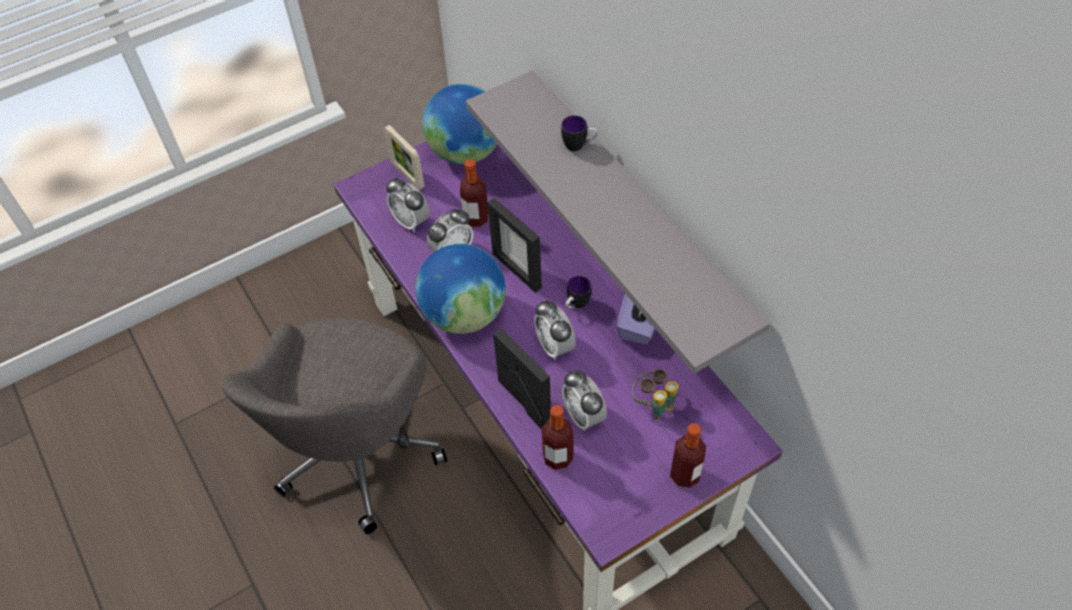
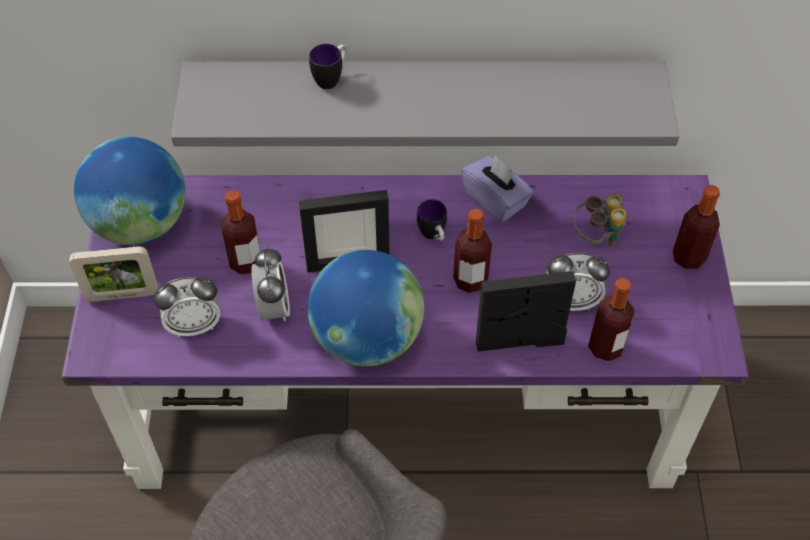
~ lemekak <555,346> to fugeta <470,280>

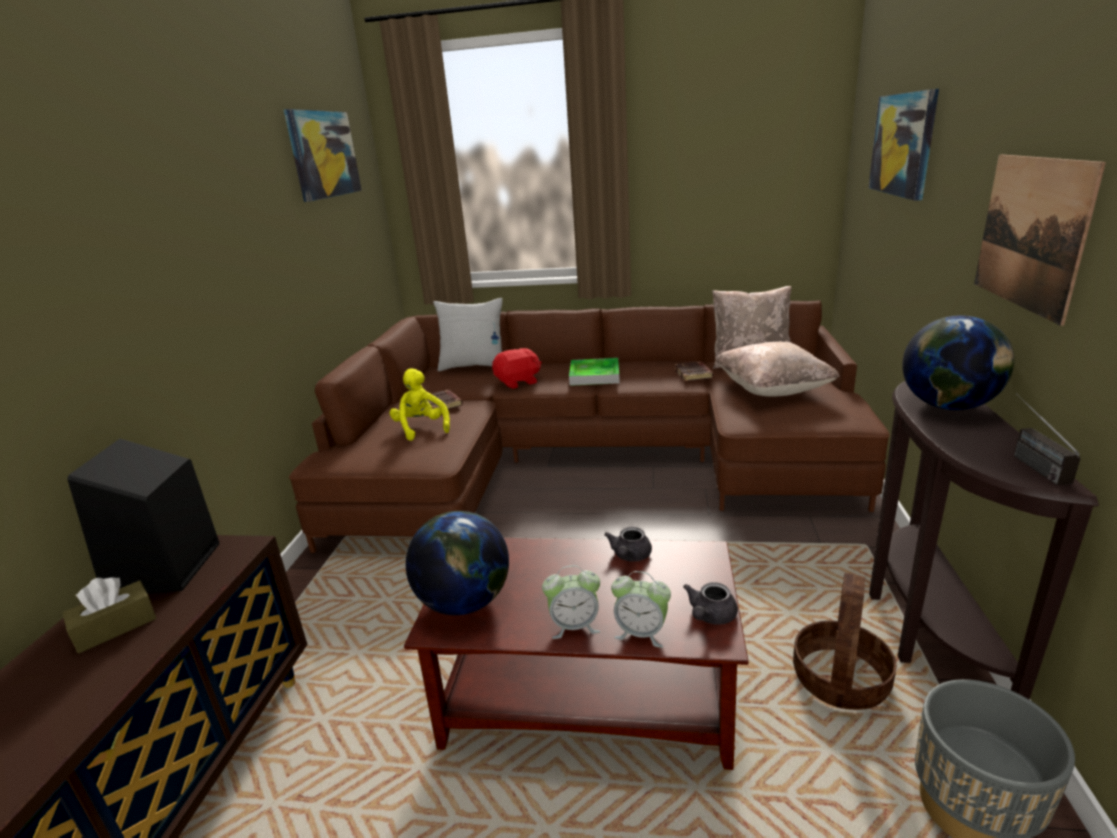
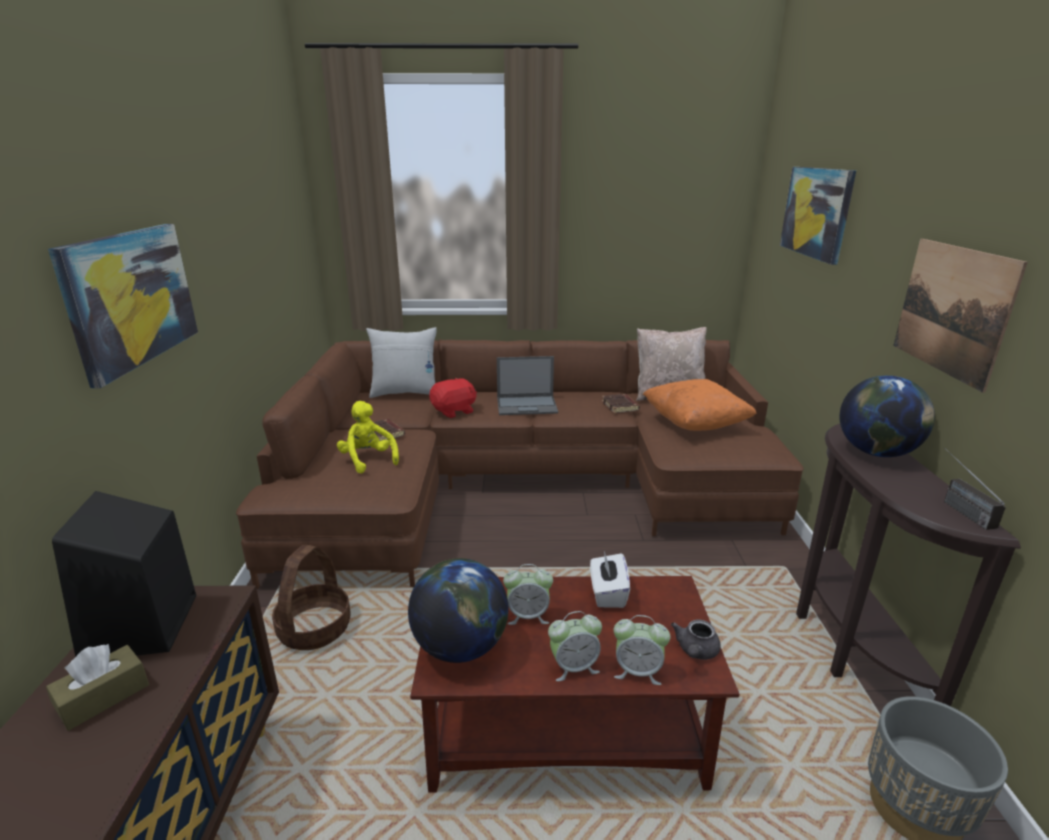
~ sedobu <323,154> to <131,298>
~ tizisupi <839,679> to <314,628>
~ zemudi <594,375> to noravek <527,405>
+ lemekak <528,616>
~ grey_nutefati <629,556> to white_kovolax <607,593>
~ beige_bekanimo <772,390> to orange_bekanimo <695,424>

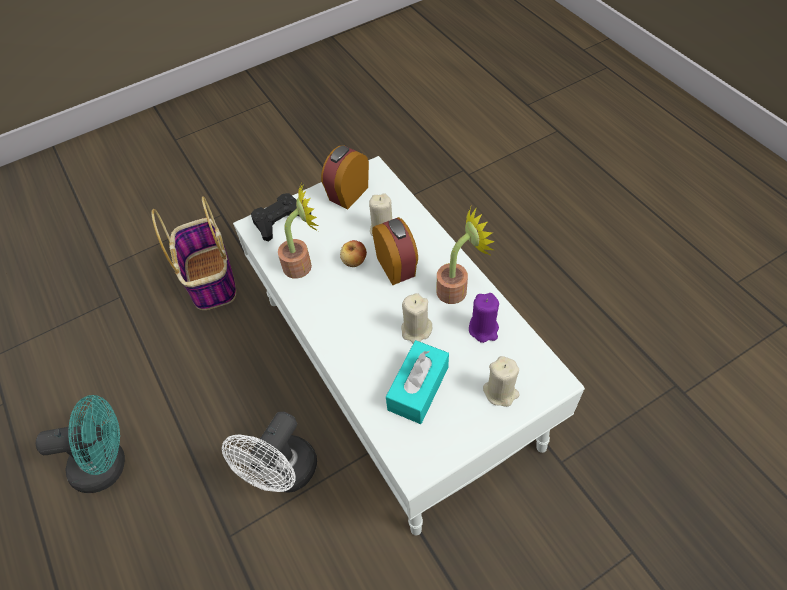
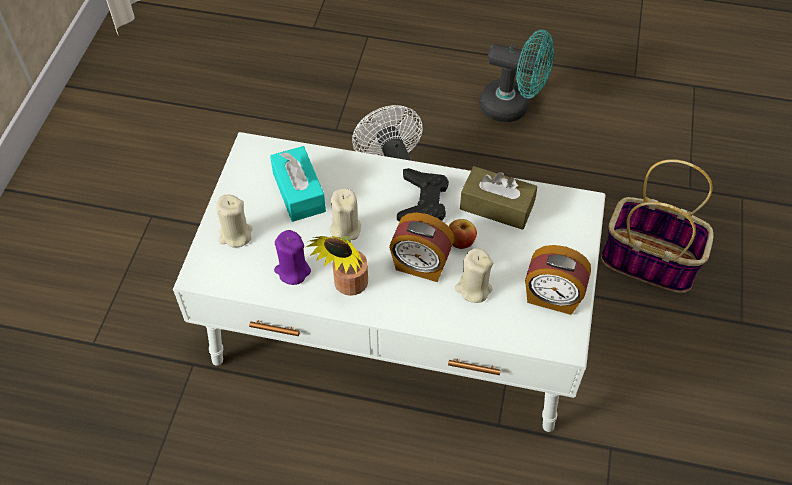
~ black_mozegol <280,220> to <423,202>
~ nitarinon <303,264> to brown_kovolax <496,206>
~ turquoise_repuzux <108,464> = <513,106> 105 degrees counterclockwise
~ lemekak <348,193> = <552,298> 120 degrees clockwise

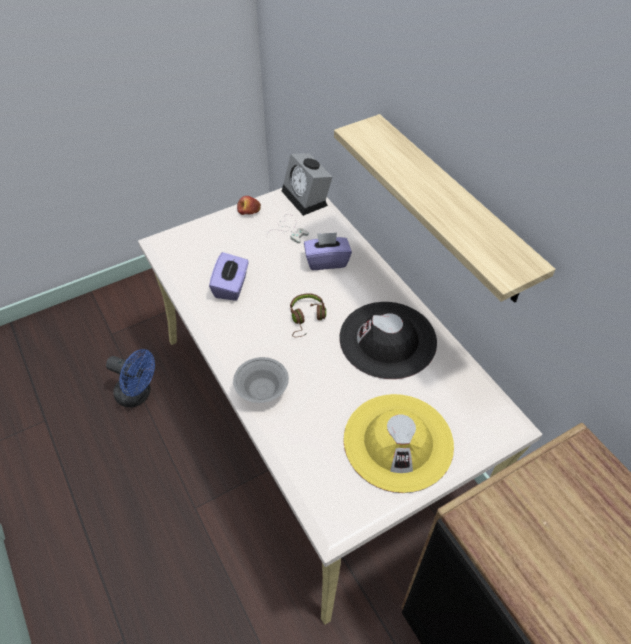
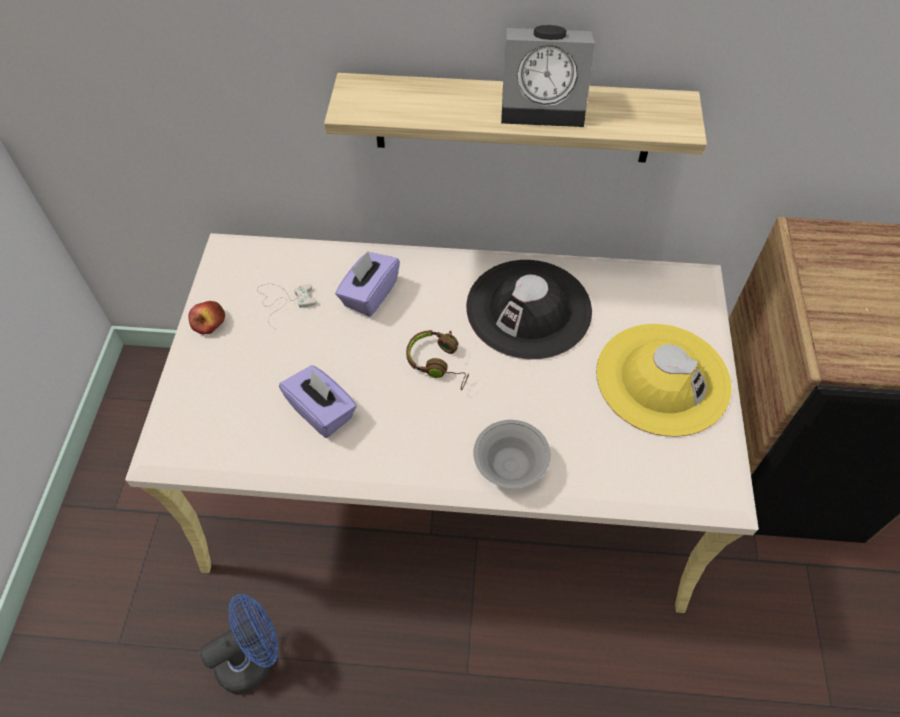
~ lemekak <307,198> to <545,104>

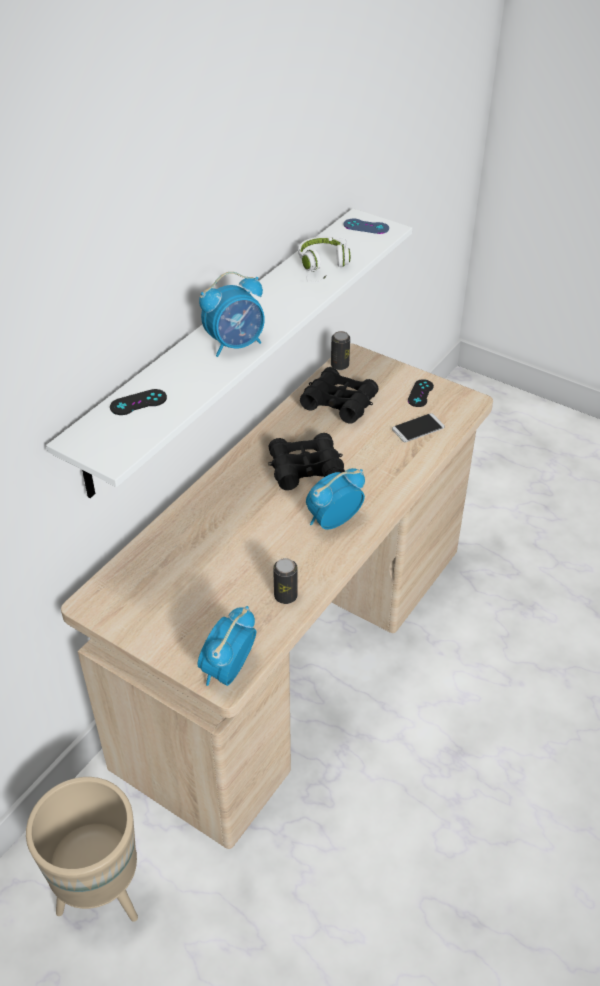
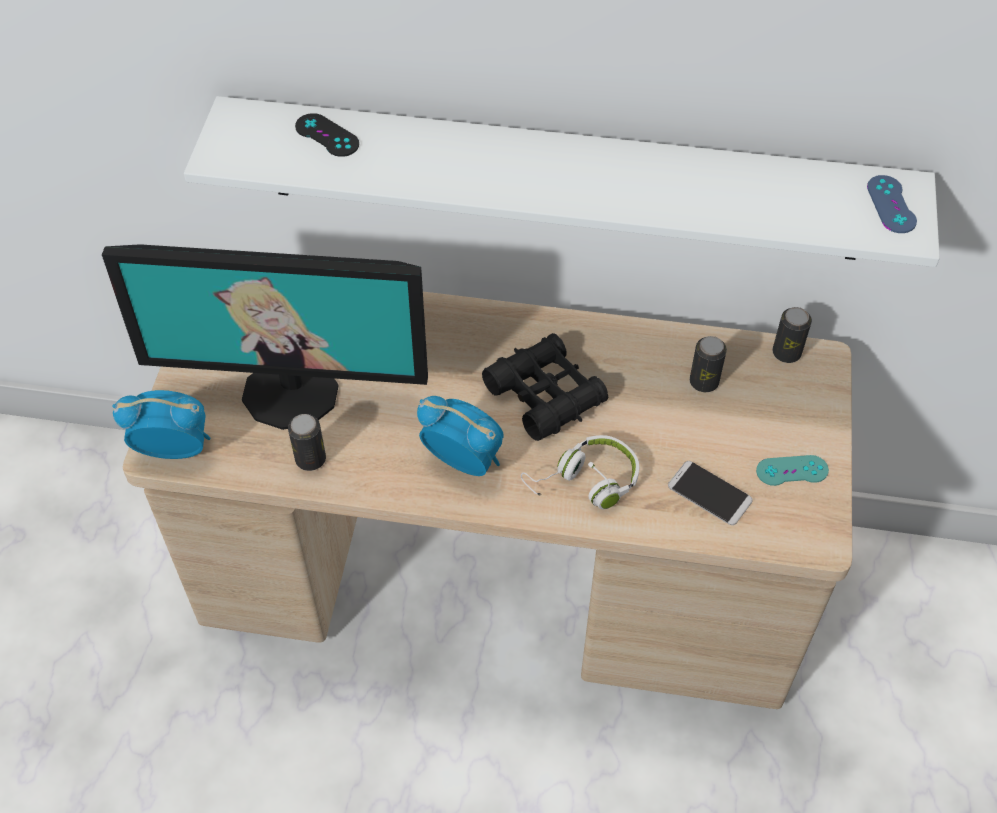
+ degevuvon <291,391>
~ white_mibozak <322,267> to <585,482>
~ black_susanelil <339,402> to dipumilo <704,382>
~ black_mozegol <420,393> to turquoise_mozegol <792,471>
- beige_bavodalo <100,893>
- lemekak <235,344>

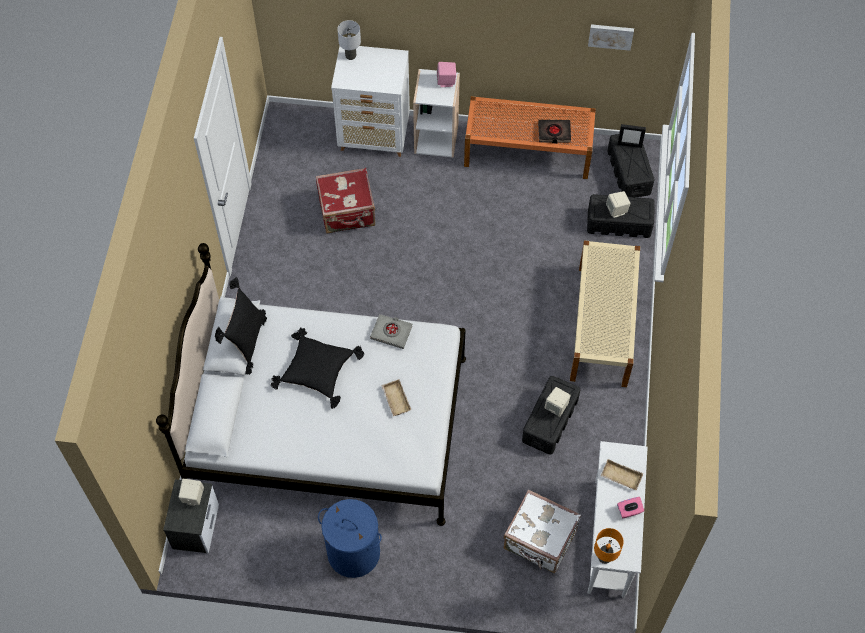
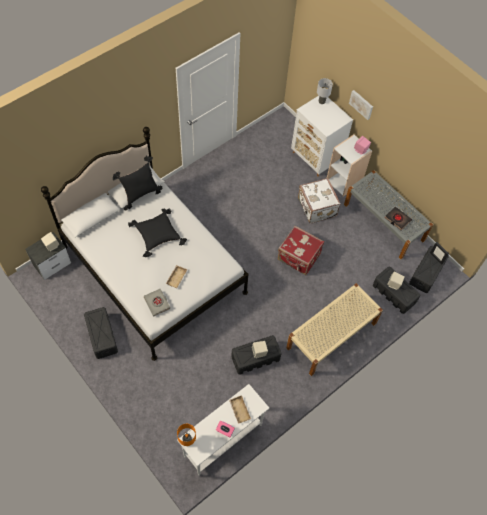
~ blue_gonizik <353,553> to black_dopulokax <102,336>
~ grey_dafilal <391,332> to <157,303>
~ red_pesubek <347,212> to <298,257>
~ white_pesubek <540,541> to <316,208>
~ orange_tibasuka <528,151> to grey_tibasuka <384,222>
~ sedobu <610,35> to <361,104>

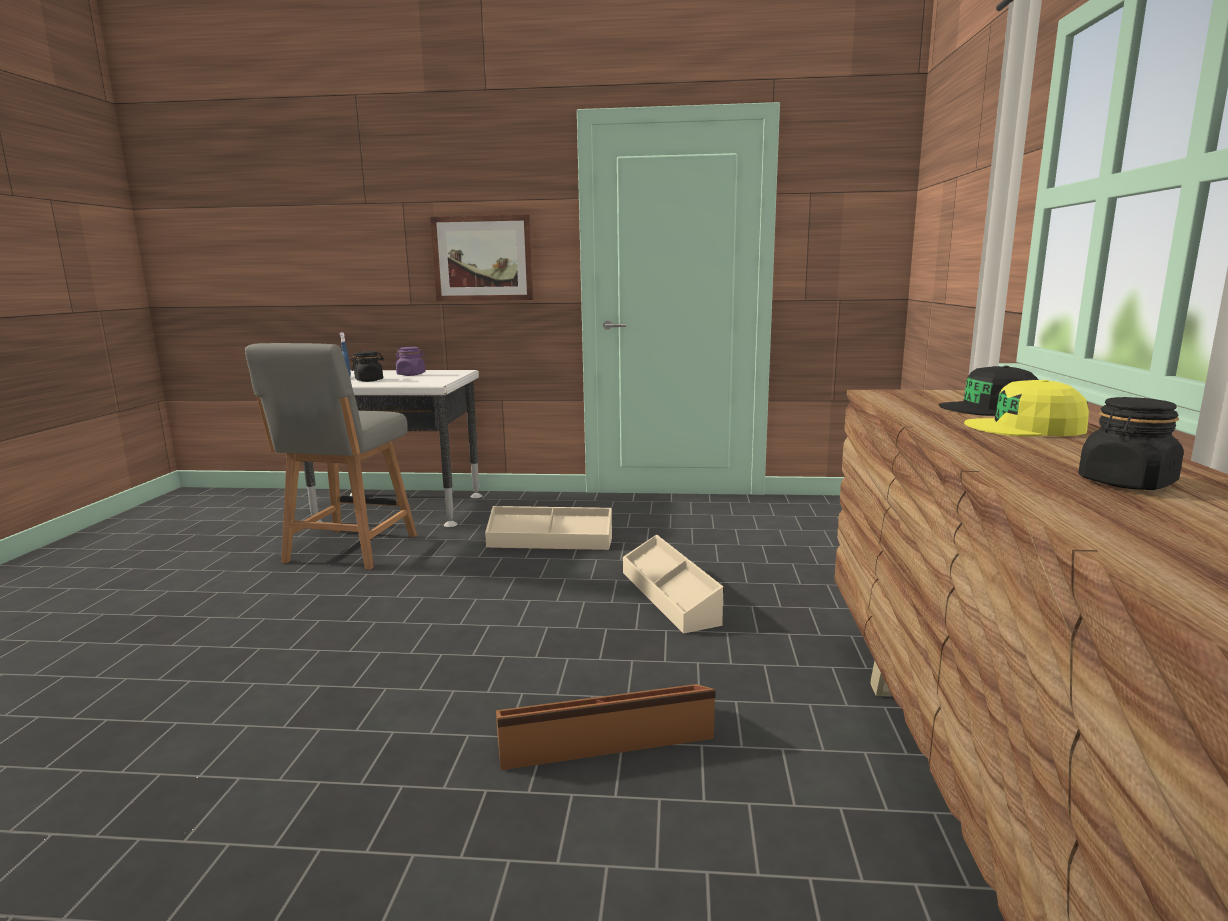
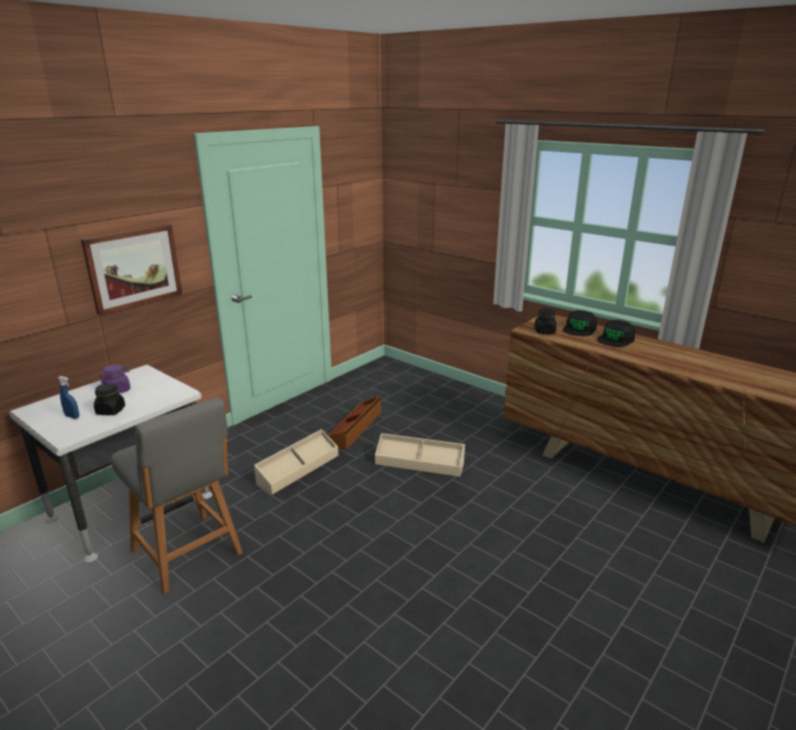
~ brown_dopulokax <605,738> to <356,428>
~ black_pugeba <1126,483> to <544,331>
~ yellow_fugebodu <1026,428> to black_fugebodu <616,339>

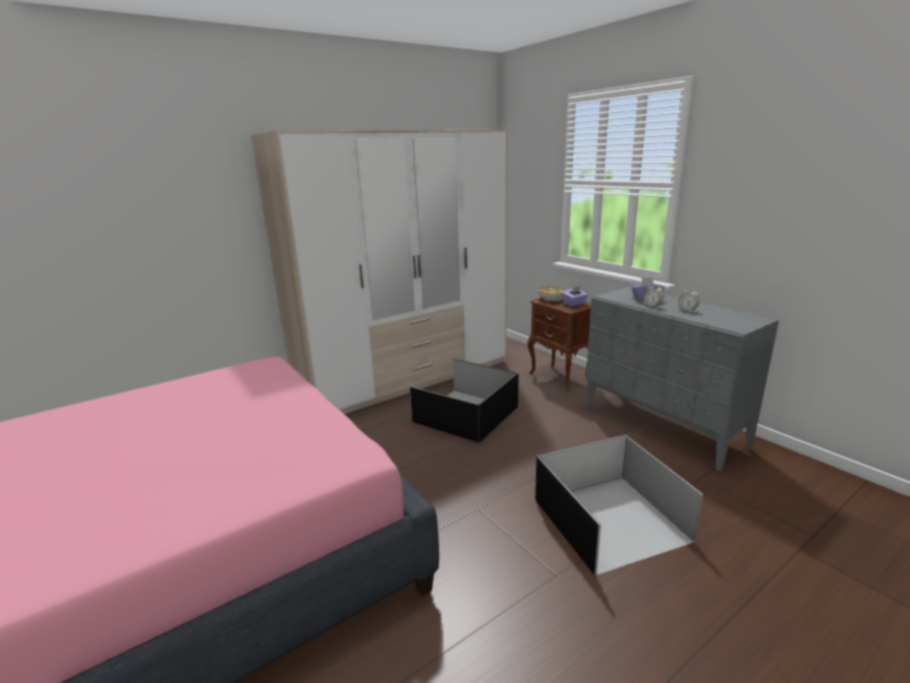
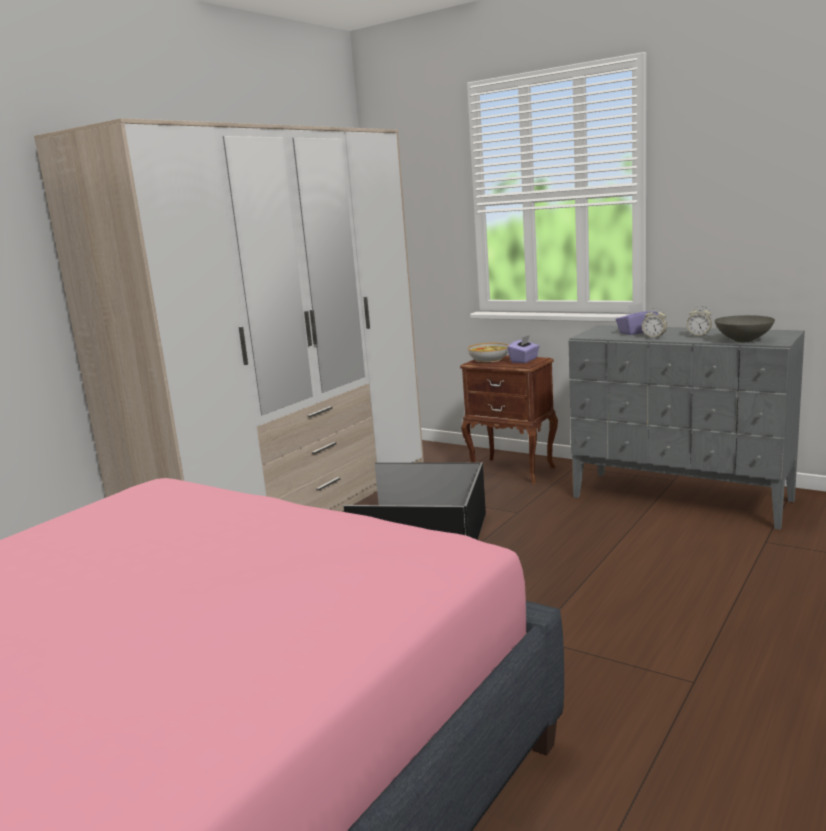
+ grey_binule <743,340>
- black_dopulokax <608,520>

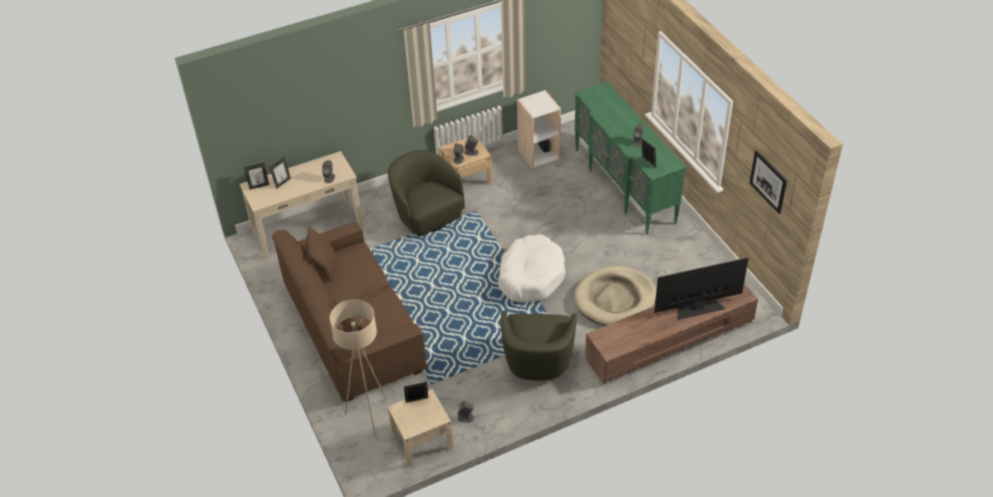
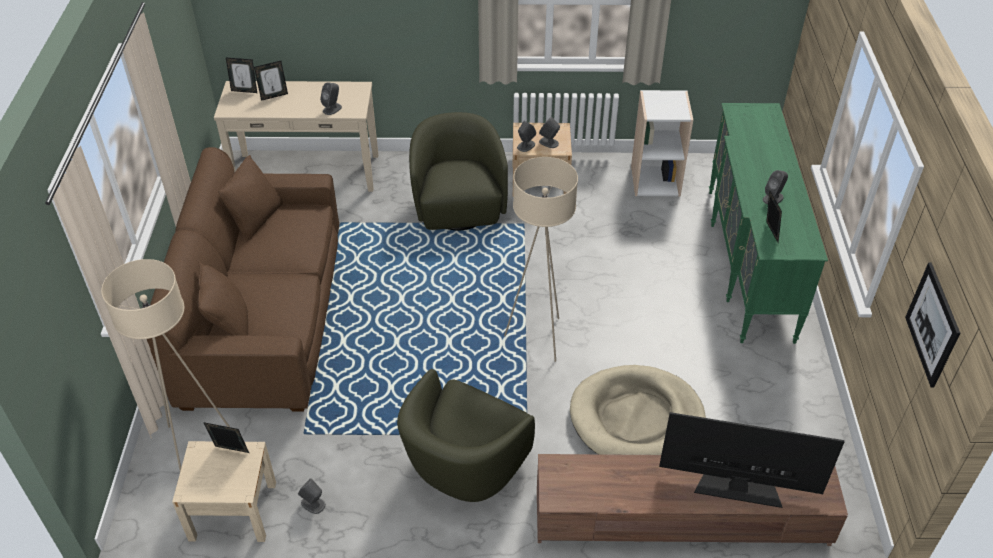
~ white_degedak <531,276> to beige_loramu <538,338>

